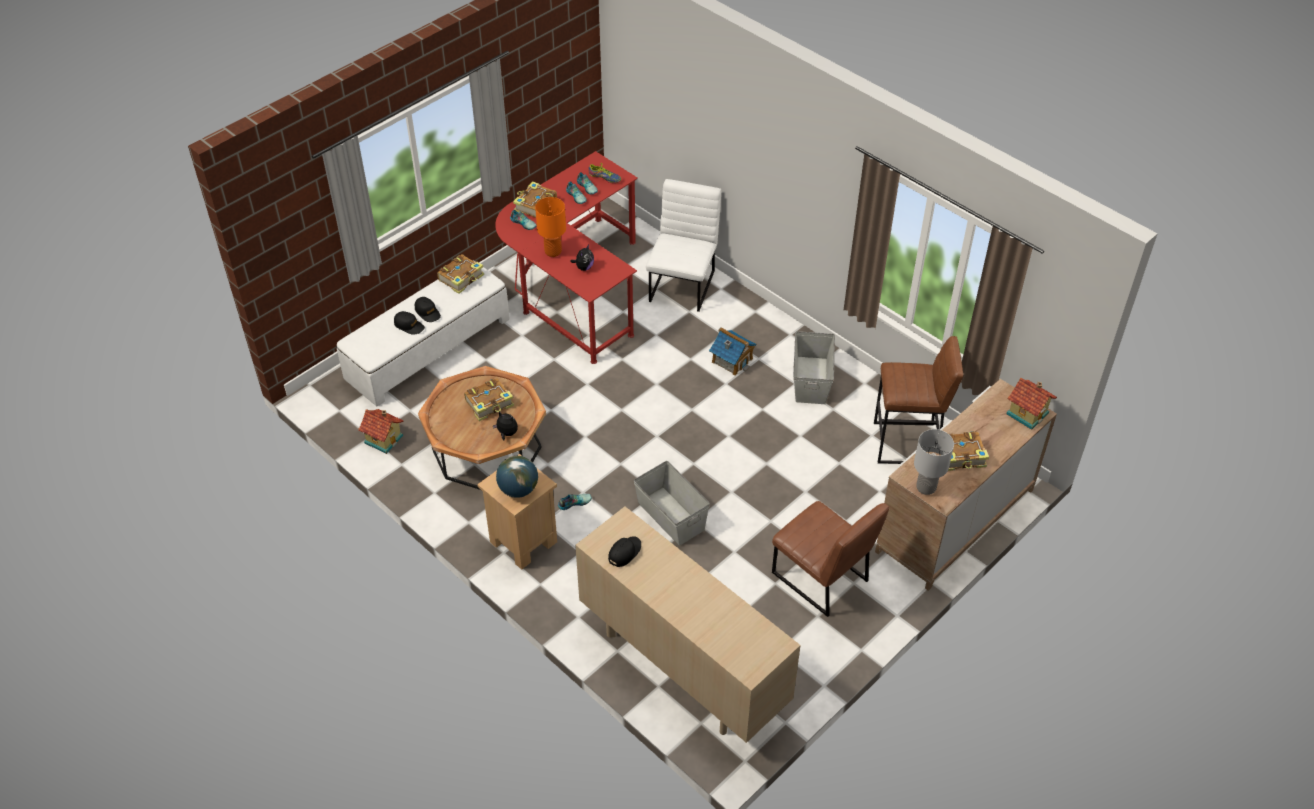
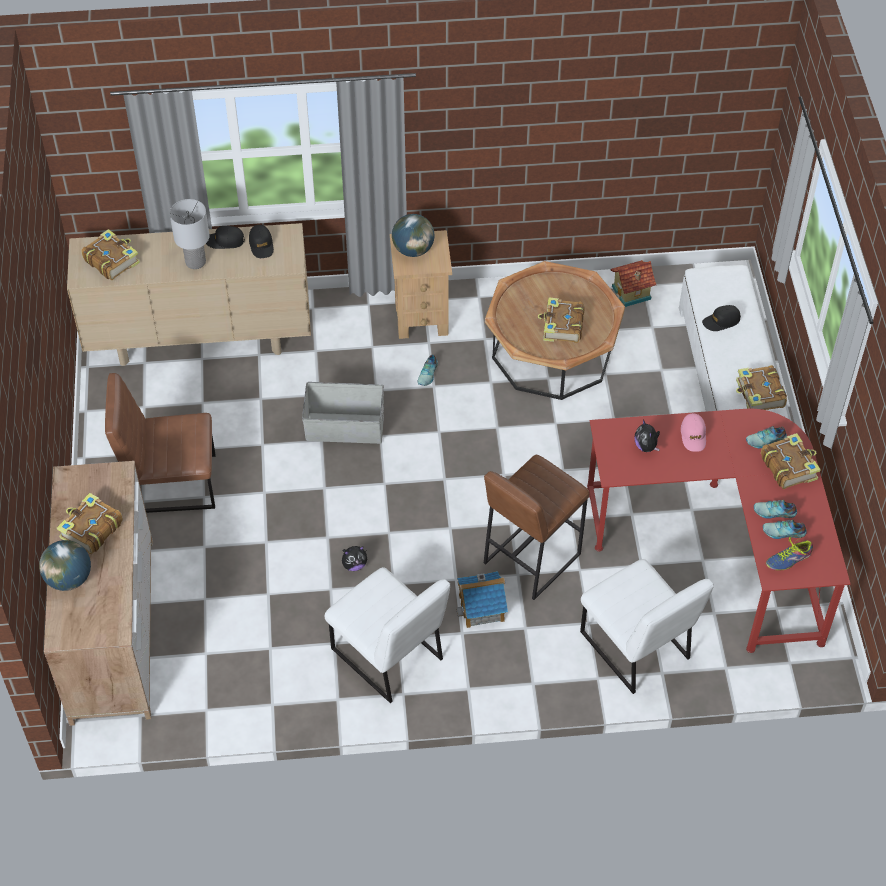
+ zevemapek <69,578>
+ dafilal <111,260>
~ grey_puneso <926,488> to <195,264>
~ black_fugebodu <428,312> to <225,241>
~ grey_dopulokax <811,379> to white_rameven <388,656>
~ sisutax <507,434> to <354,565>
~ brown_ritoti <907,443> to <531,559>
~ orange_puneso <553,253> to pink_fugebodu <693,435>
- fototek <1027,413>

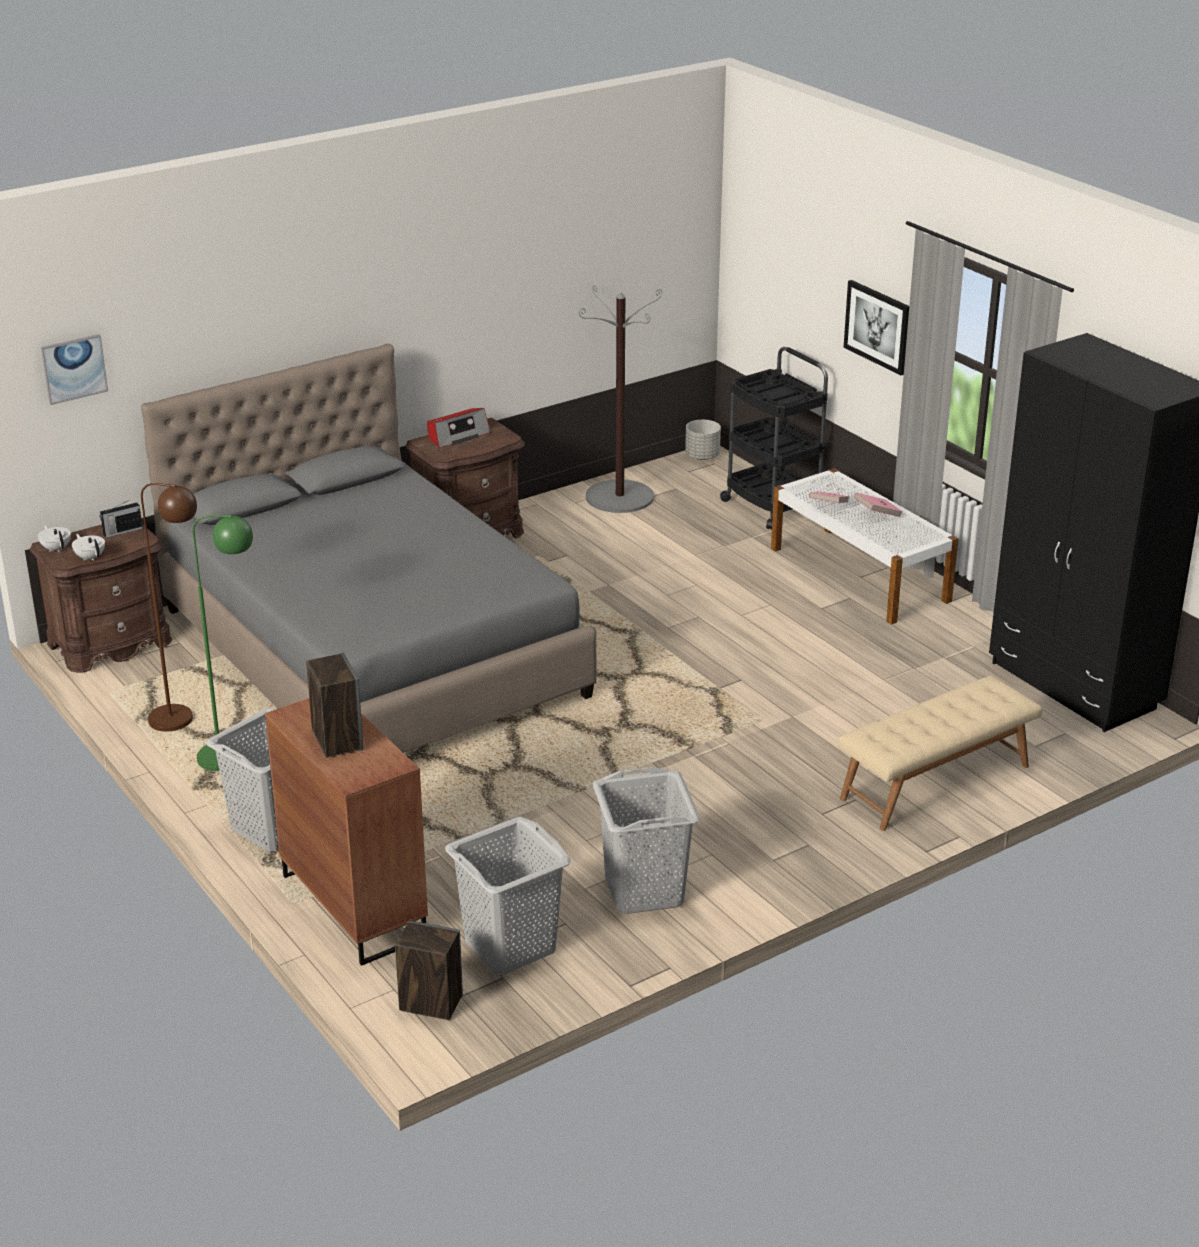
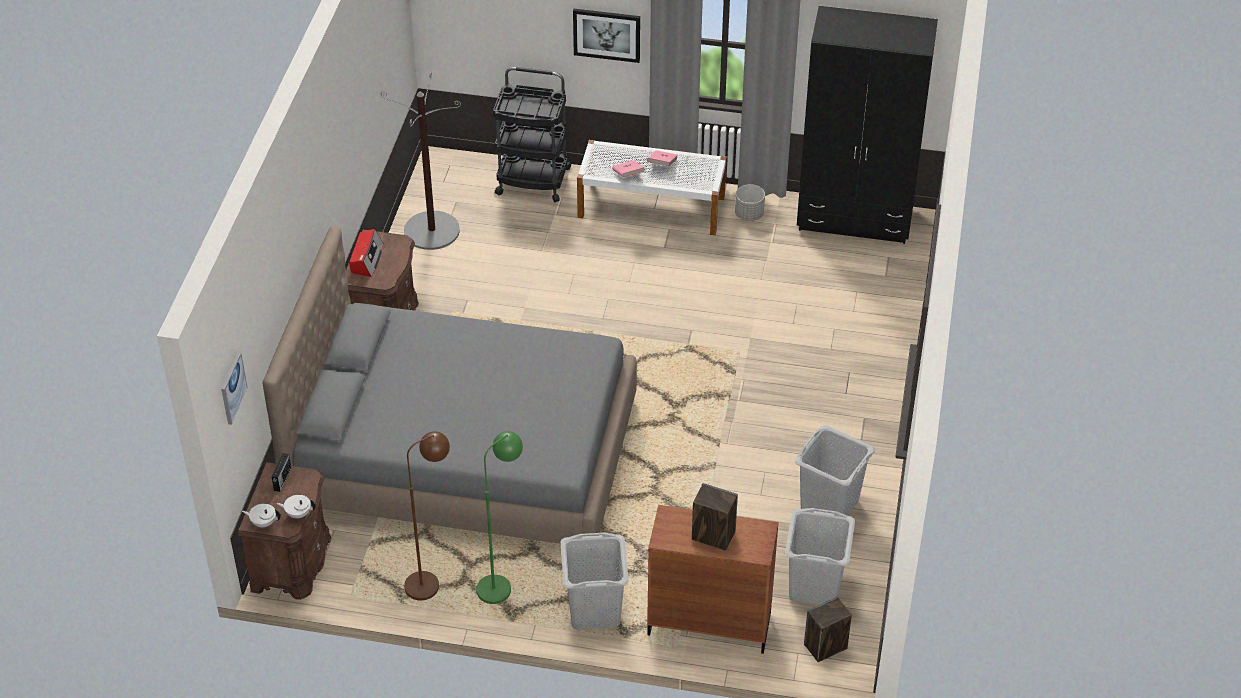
~ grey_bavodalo <702,456> to <748,214>
- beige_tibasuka <936,783>

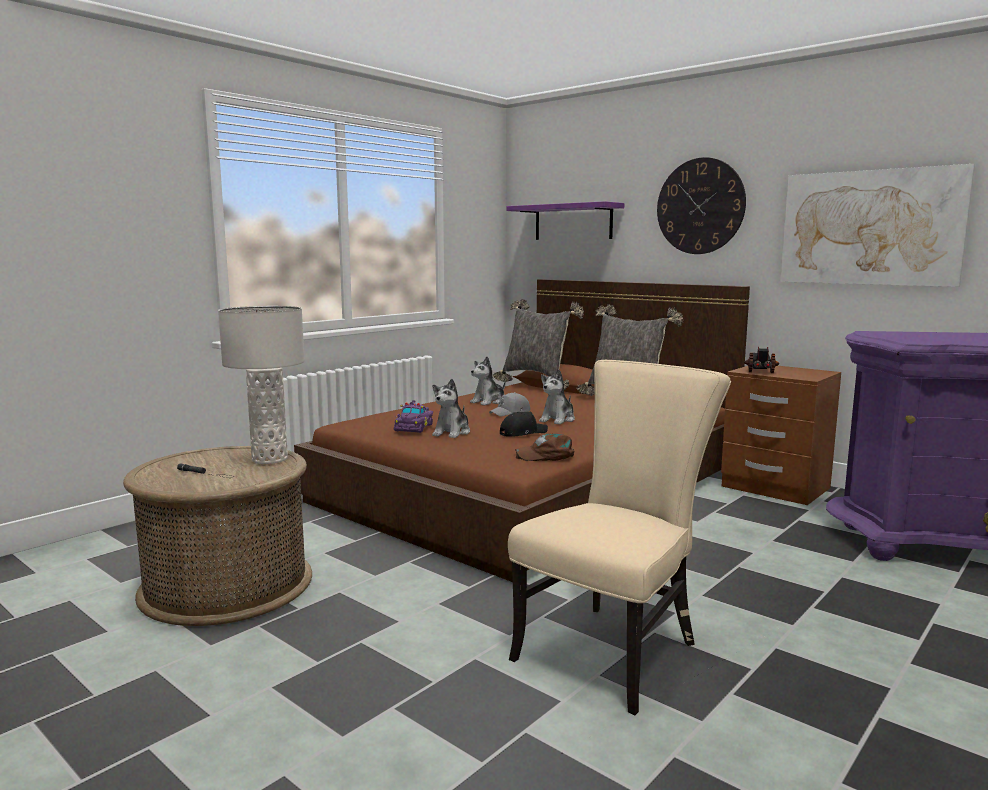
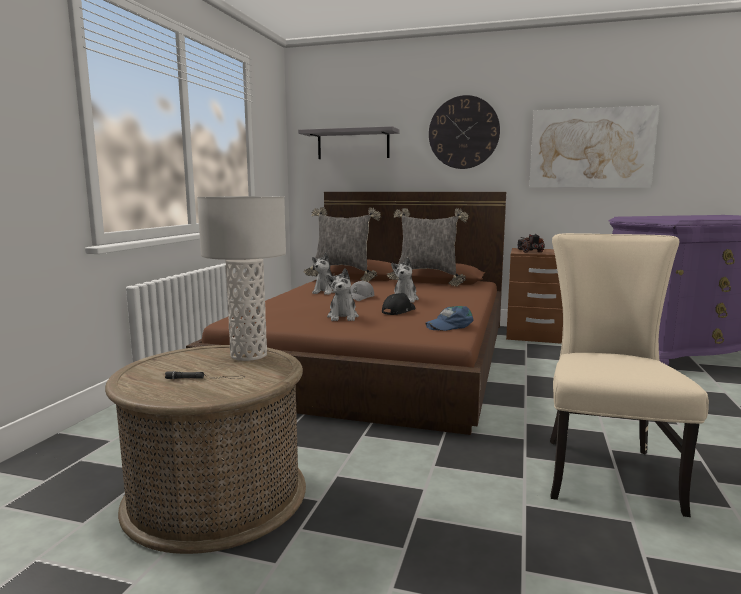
~ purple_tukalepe <573,222> to grey_tukalepe <353,144>
~ brown_fugebodu <546,455> to blue_fugebodu <450,325>
- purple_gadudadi <415,427>

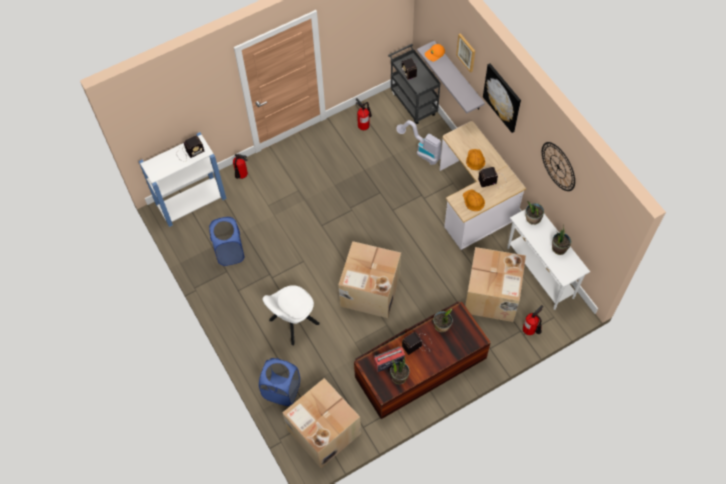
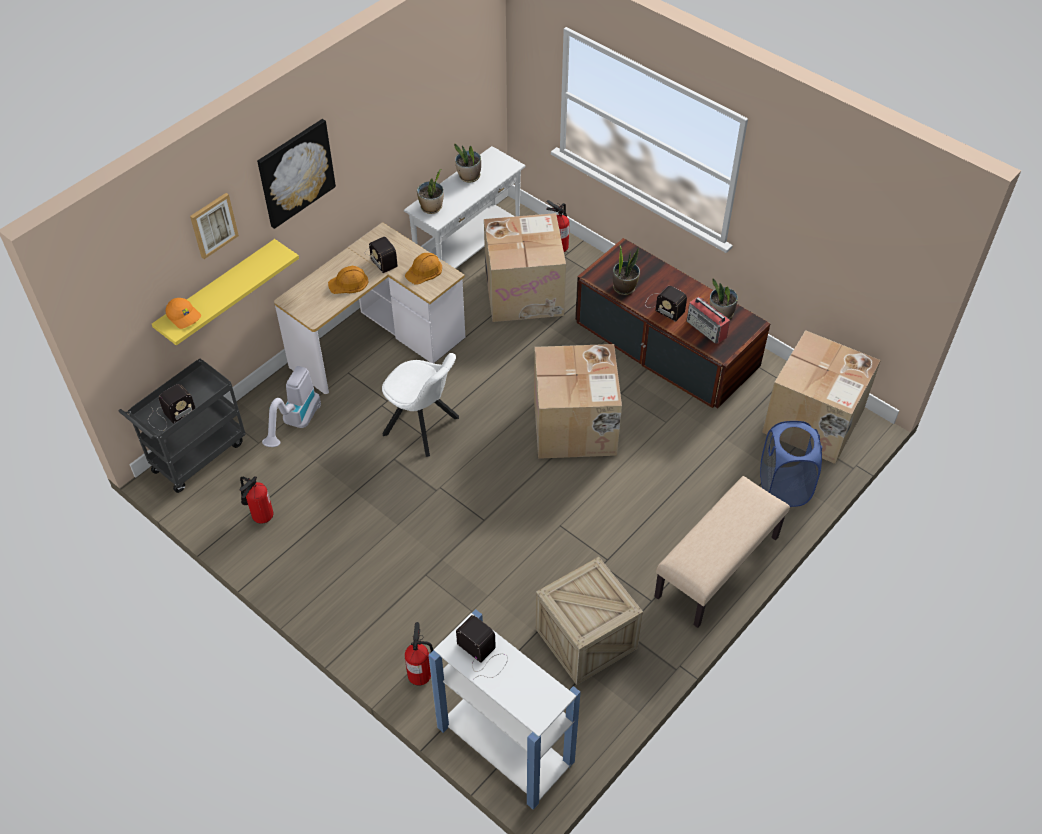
~ grey_tukalepe <458,77> to yellow_tukalepe <217,291>
~ white_rameven <293,322> to <423,427>
~ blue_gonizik <230,252> to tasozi <586,638>
+ beige_tibasuka <717,568>
- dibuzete <558,166>

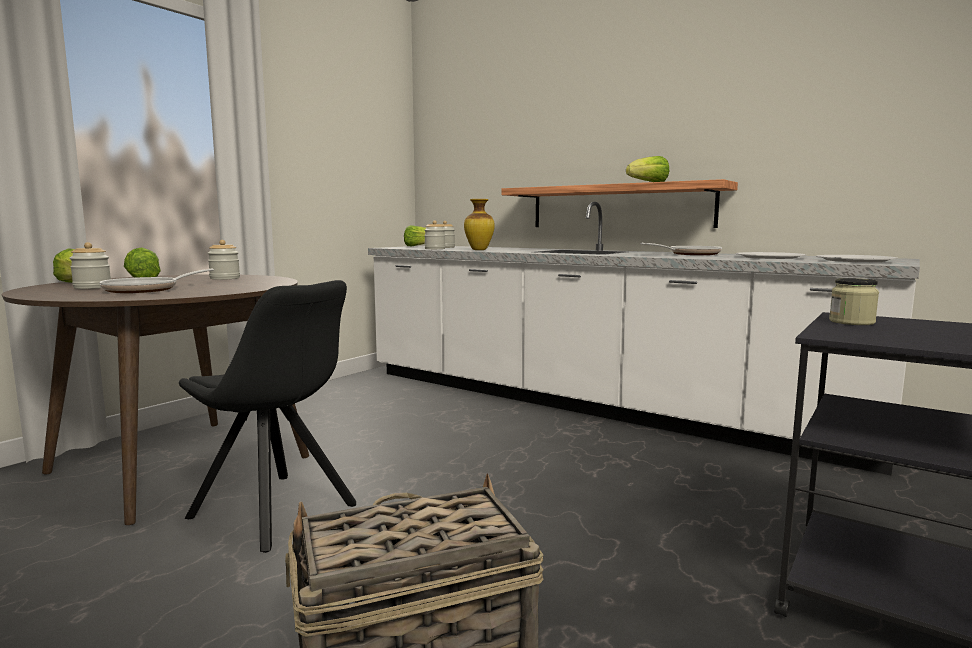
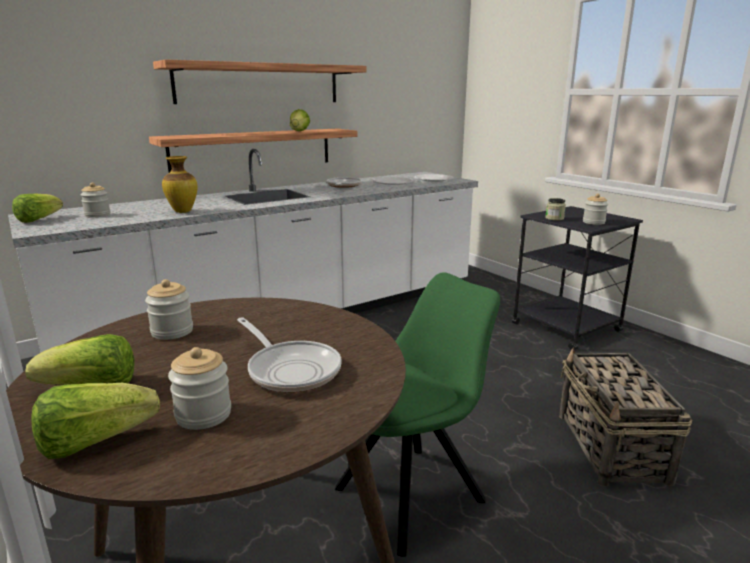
+ tukalepe <260,84>
~ black_rameven <275,511> to green_rameven <411,495>
~ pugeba <435,249> to <593,222>

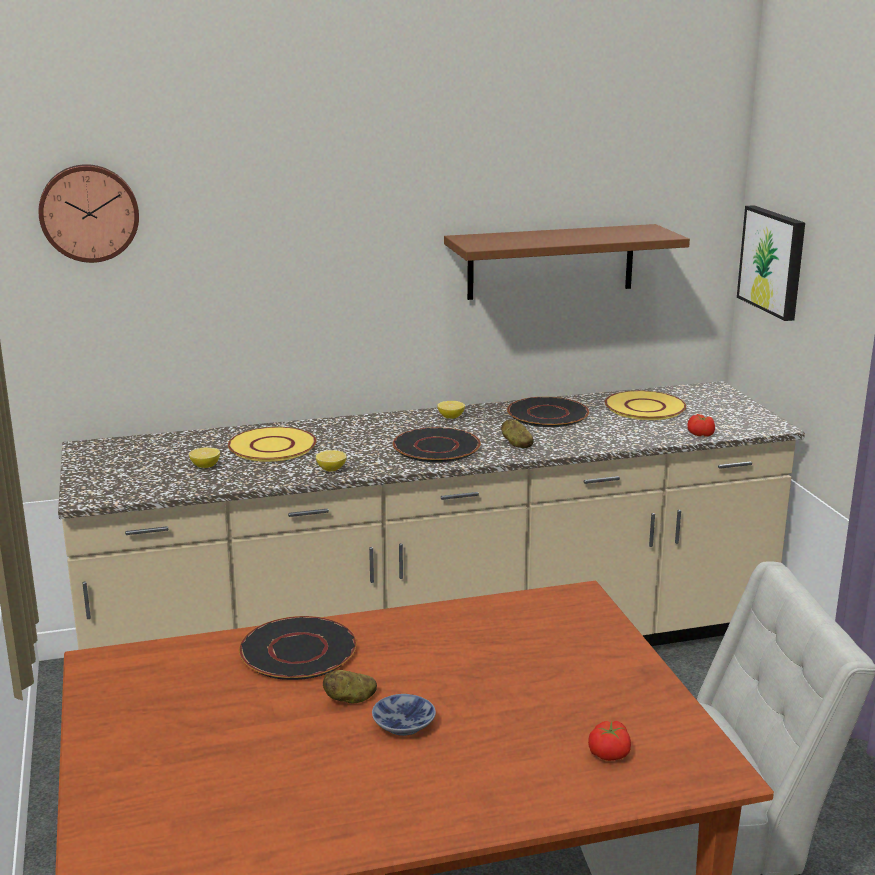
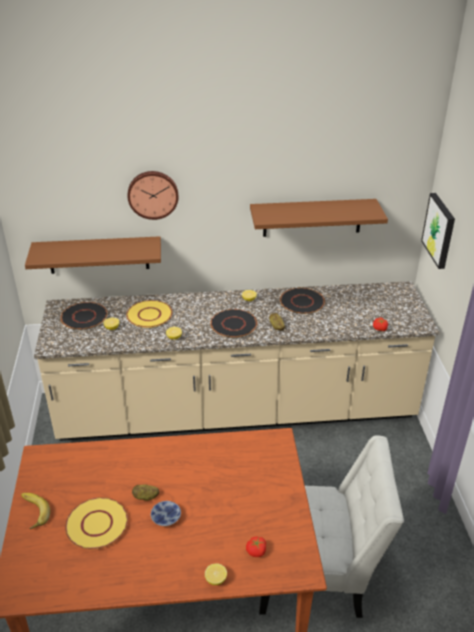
+ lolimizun <32,512>
+ brown_tukalepe <98,255>
~ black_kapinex <299,650> to <84,317>
~ yellow_kapinex <644,407> to <97,523>
~ dibuzete <89,212> to <153,194>
+ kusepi <216,579>

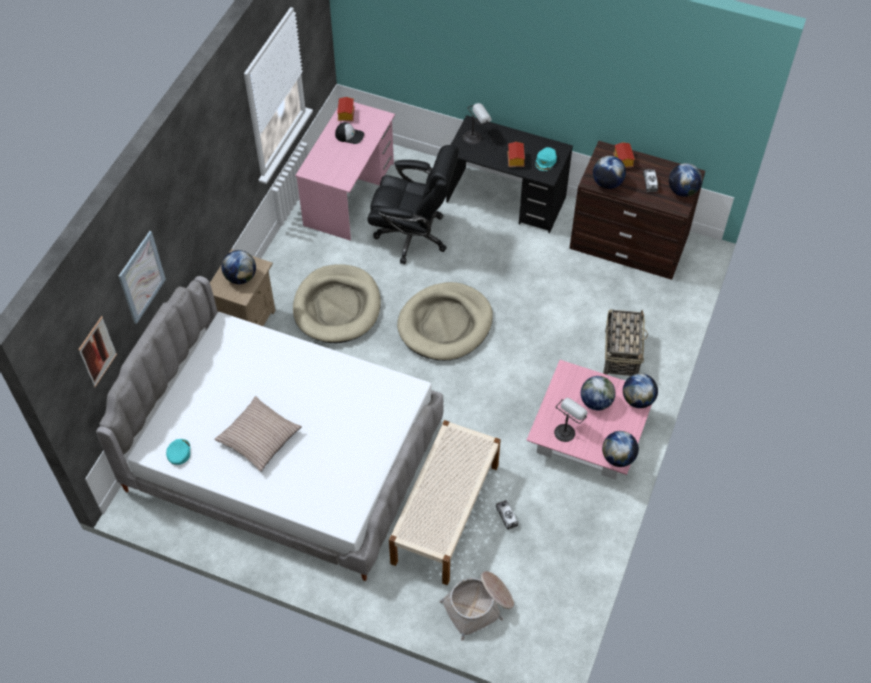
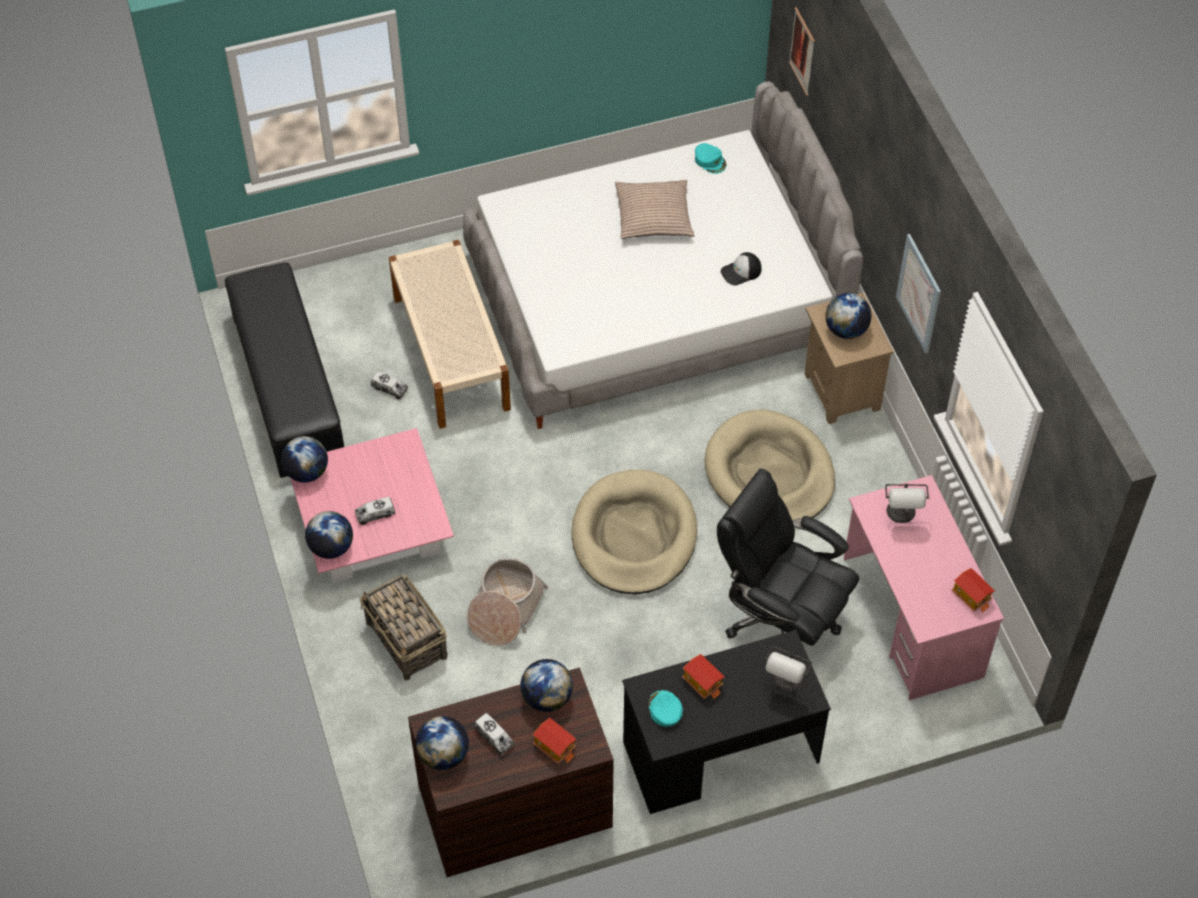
+ black_tibasuka <287,385>
~ zevemapek <596,402> to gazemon <375,514>
~ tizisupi <479,607> to <505,609>
~ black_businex <412,235> = <781,618> 60 degrees clockwise
~ fugebodu <349,135> to <741,272>
~ puneso <567,429> to <902,516>
~ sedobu <141,277> to <919,293>

